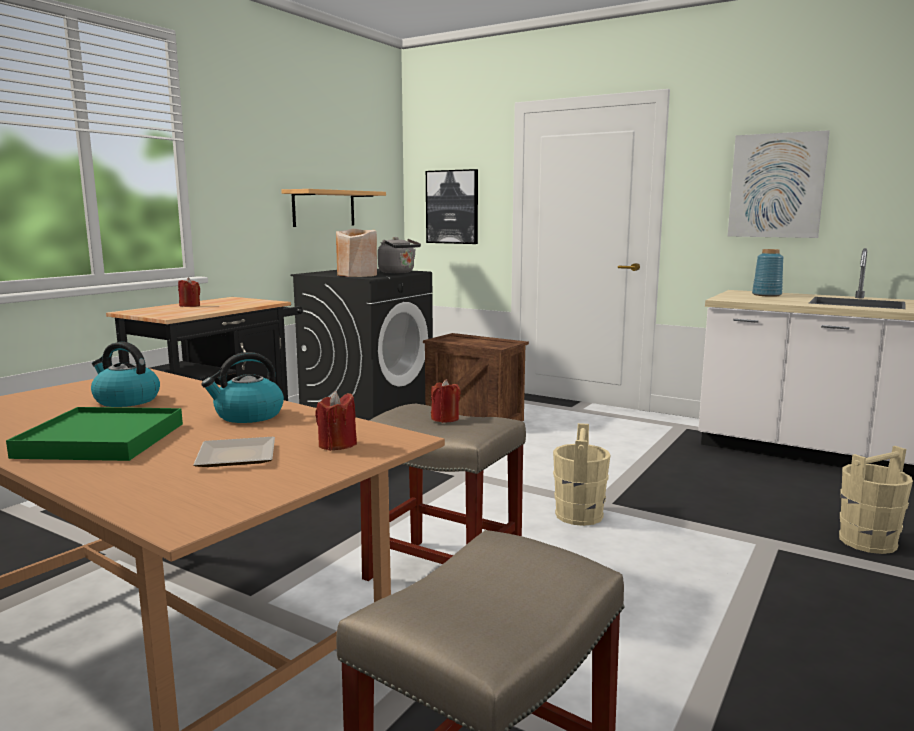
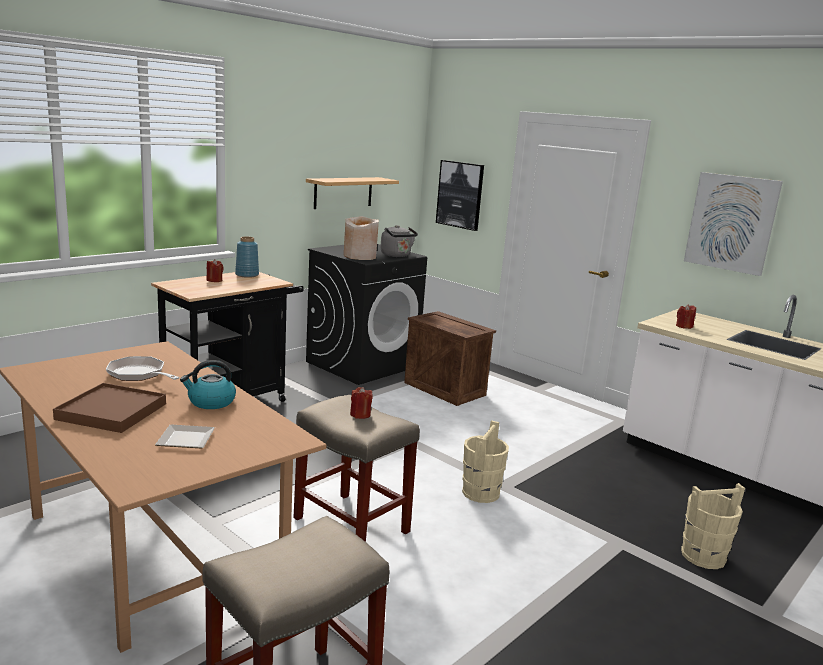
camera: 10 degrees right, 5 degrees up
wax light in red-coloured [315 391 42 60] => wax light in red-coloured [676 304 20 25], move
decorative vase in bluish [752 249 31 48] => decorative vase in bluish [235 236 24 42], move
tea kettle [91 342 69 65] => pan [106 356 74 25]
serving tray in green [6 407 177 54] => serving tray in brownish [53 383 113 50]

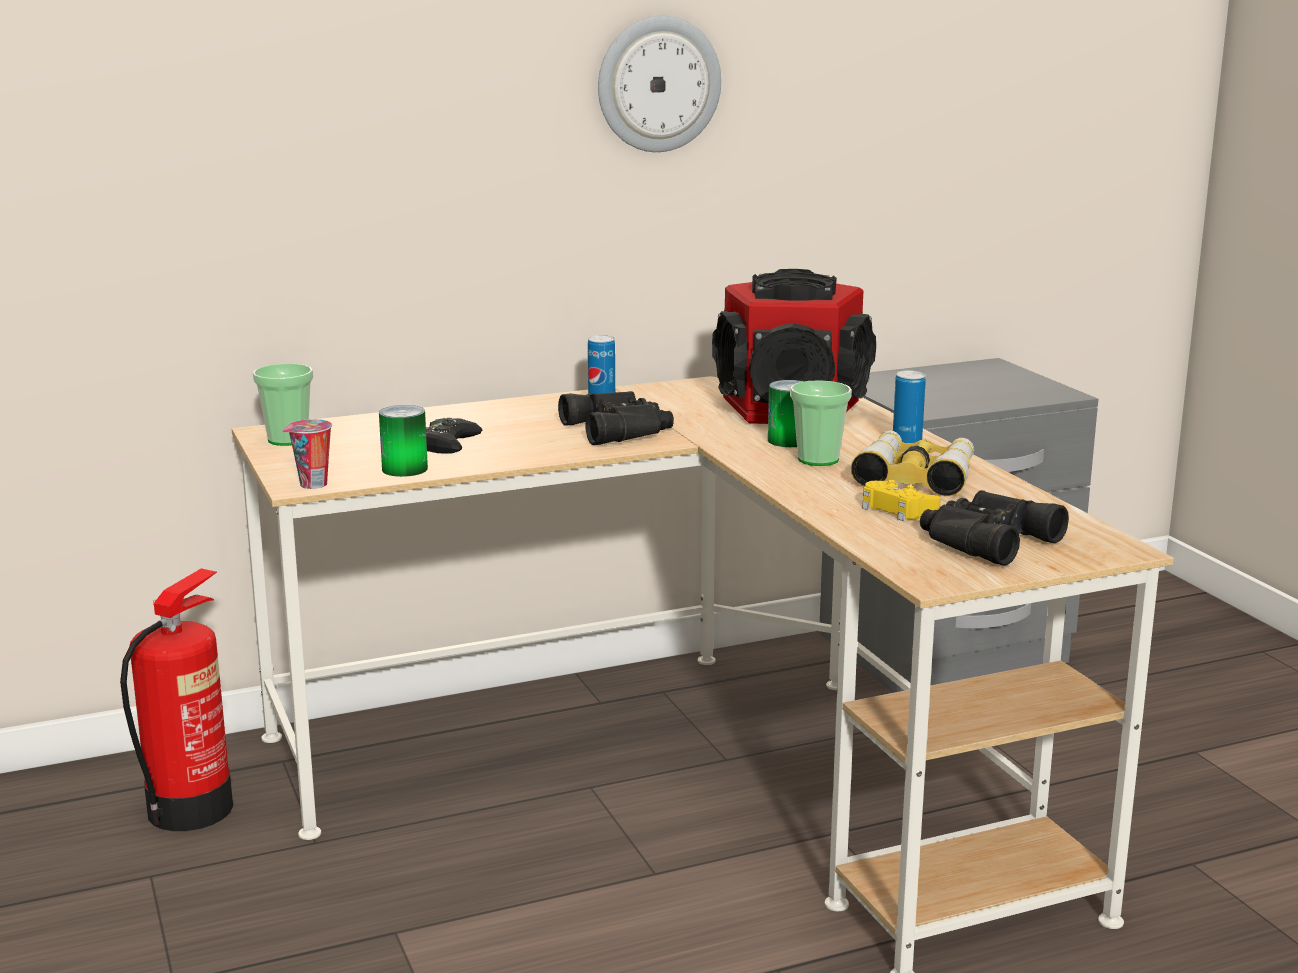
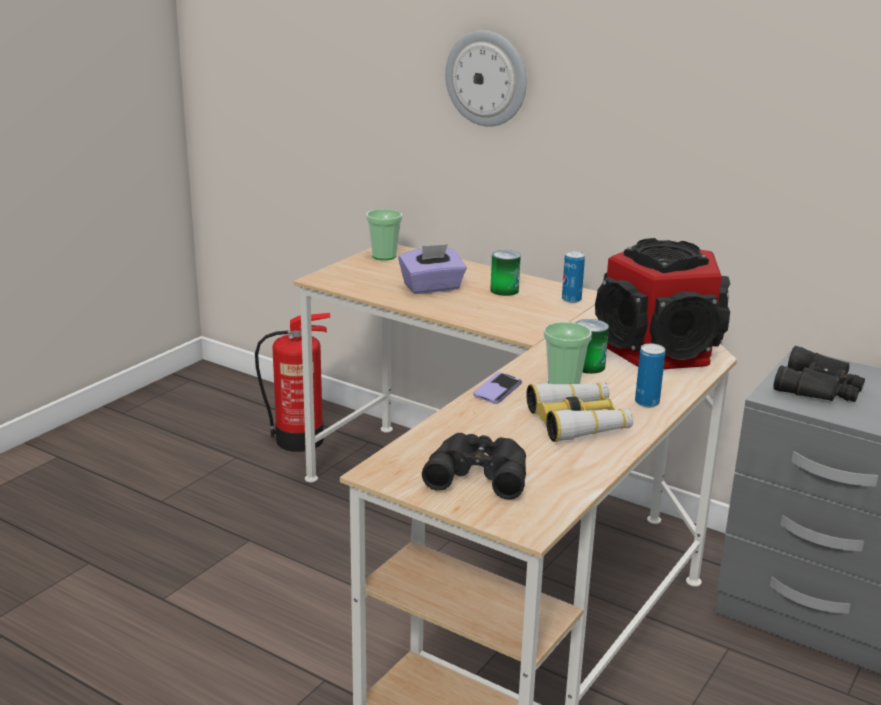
camera: 55 degrees right, 5 degrees up
small cup [282 419 50 70] => nothing
joypad in yellow-coloured [862 480 79 41] => nothing
nothing => telephone [473 372 49 32]
sealed can [379 405 49 72] => sealed can [490 250 31 46], move
pair of binoculars in black-coloured [558 391 116 54] => pair of binoculars in black-coloured [773 346 92 56], move
wall clock [598 16 123 136] => wall clock [445 30 82 97], move
joypad in black-coloured [426 418 57 36] => box of tissues in purple [398 244 69 50]

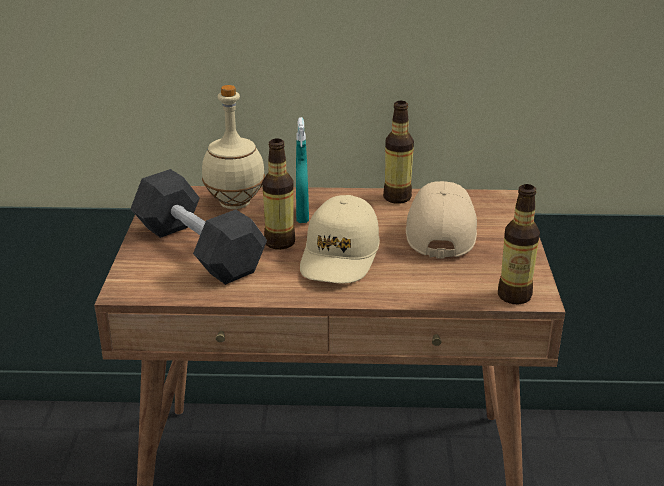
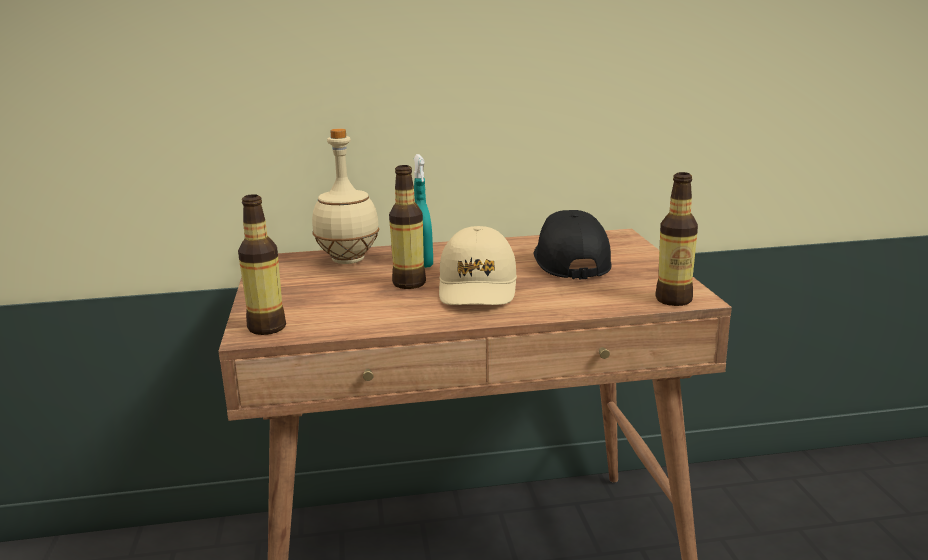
camera: 10 degrees left, 10 degrees down
dumbbell in black-coloured [130 169 137 116] => nothing
bottle [383 101 31 103] => bottle [238 194 48 141], move
baseball cap in sand-coloured [406 181 71 78] => baseball cap in black-coloured [534 210 78 69]

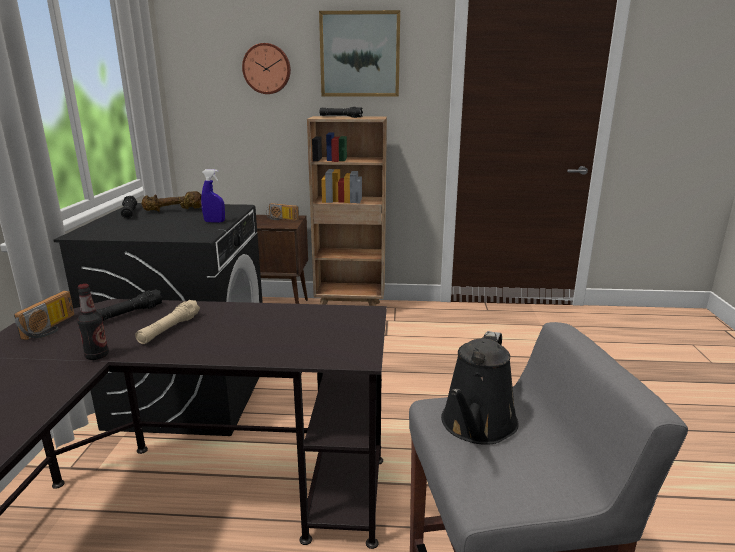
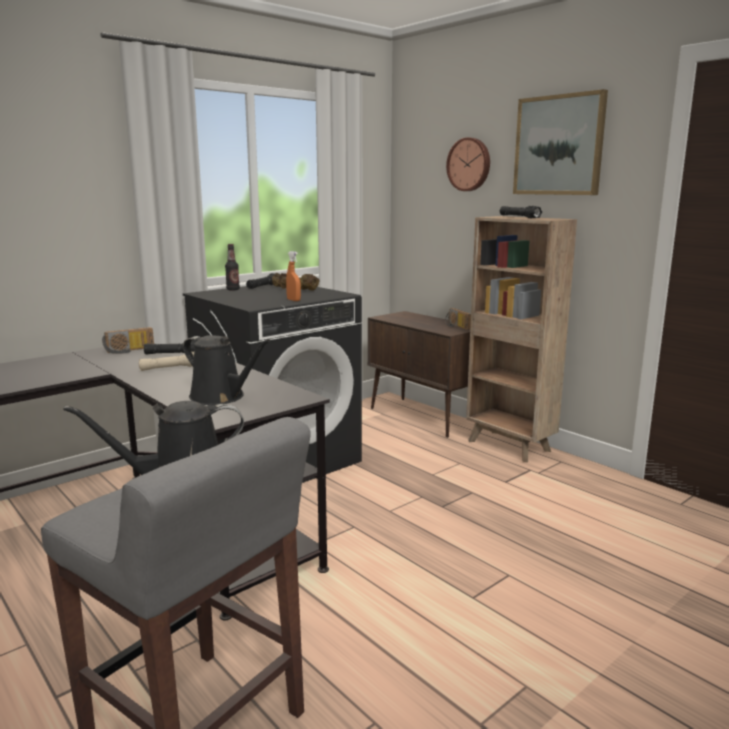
camera: 45 degrees right, 5 degrees down
nothing => watering pot in black-coloured [183 335 88 70]
bottle [77 284 32 76] => bottle [225 244 15 47], move
sprayer in bluish [201 169 24 54] => sprayer in orange [286 251 15 50]

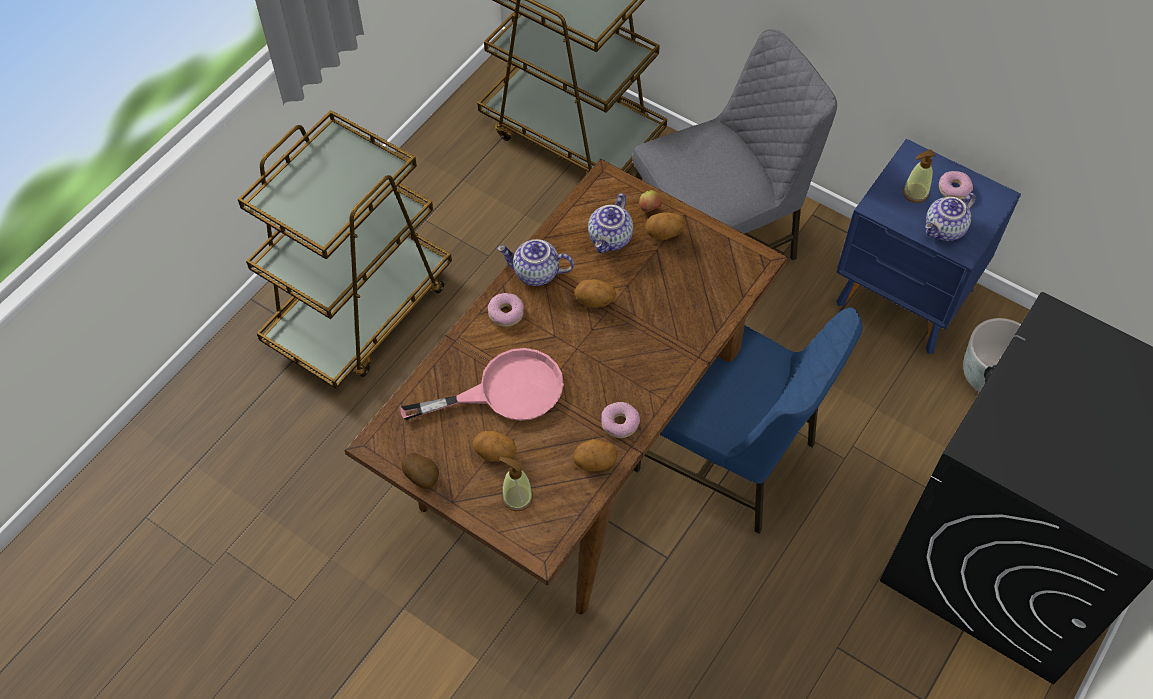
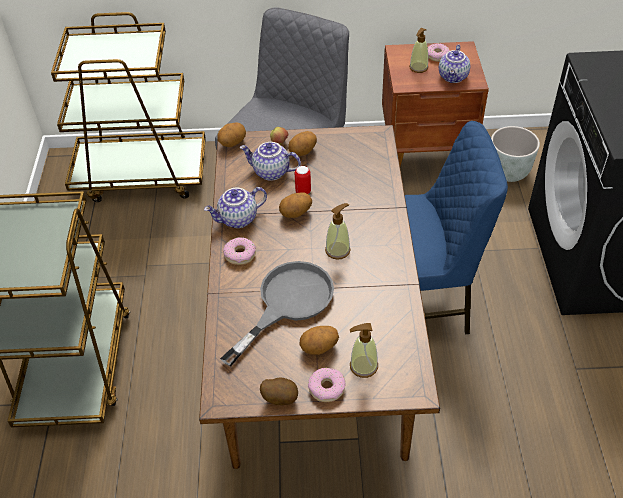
camera: 35 degrees left, 10 degrees down
nothing => sealed can [295 166 16 28]
nothing => soap dispenser [325 203 25 57]
whole potato [573 439 45 32] => whole potato [217 122 29 25], move
doughnut [601 402 39 36] => doughnut [308 368 38 34], move
pan in pink [400 348 164 73] => pan in greyish [220 261 114 106]
night table in bluish [836 139 185 215] => night table in brownish [382 41 107 125]
teapot [588 193 45 60] => teapot [240 142 61 39], 120 degrees clockwise

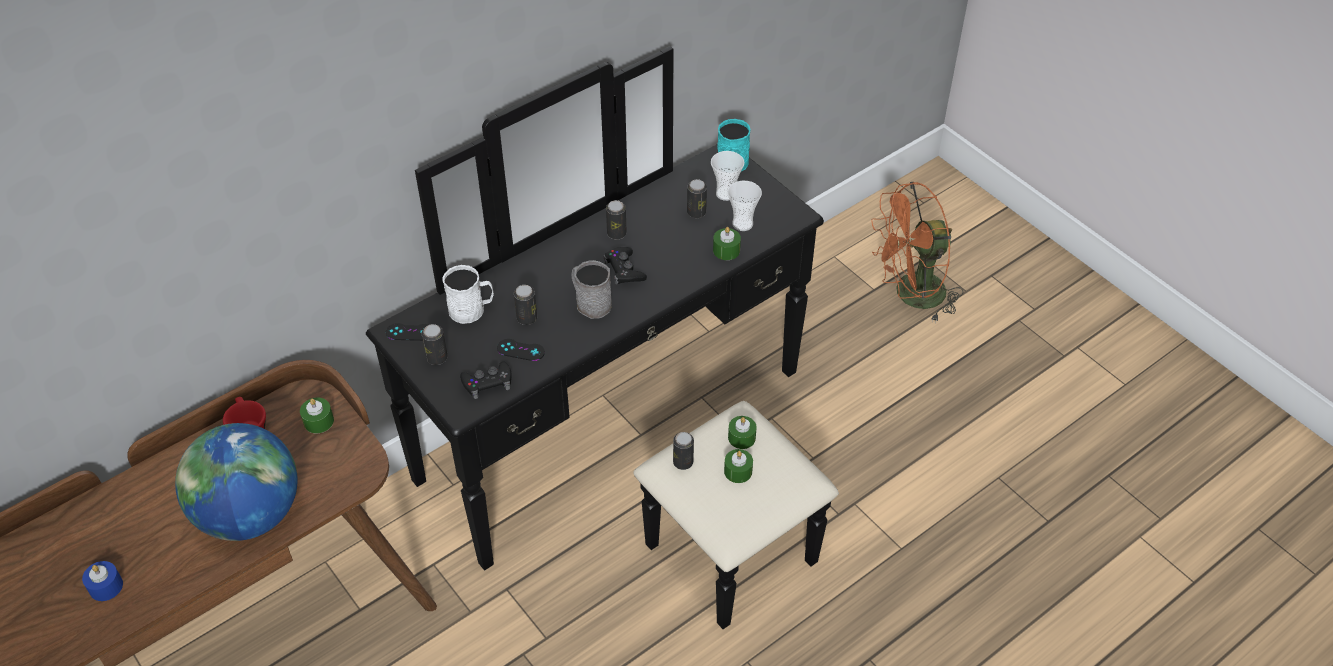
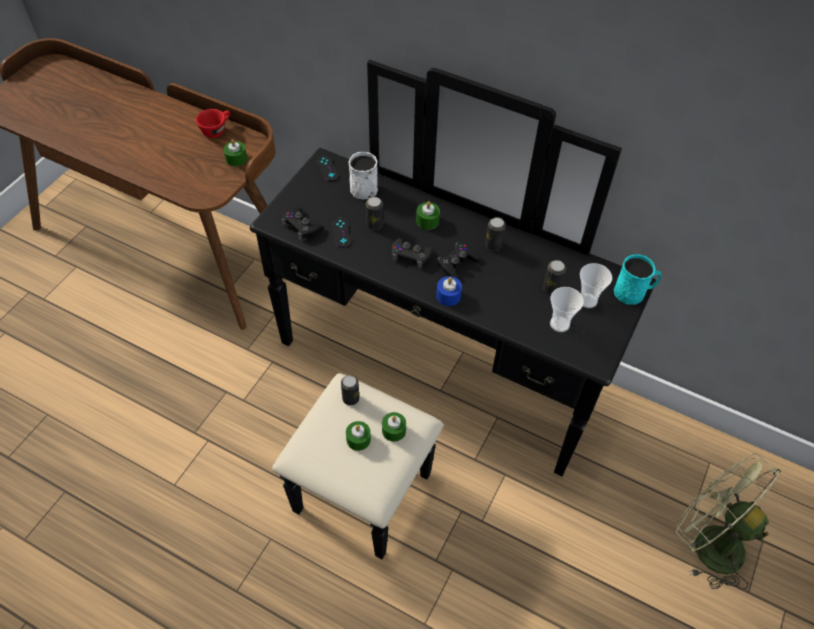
camera: 65 degrees right, 5 degrees up
globe [175 423 123 118] => nothing
sealed can [422 324 26 41] => nothing
wax light in bluish [82 561 41 40] => wax light in bluish [436 276 26 30], move
wax light in green [713 227 28 33] => wax light in green [416 201 24 29], move
coffee mug in greyish [572 260 40 59] => joypad in black-coloured [392 238 41 30]
cooling fan in orange [871 182 92 141] => cooling fan in green [676 453 105 137]

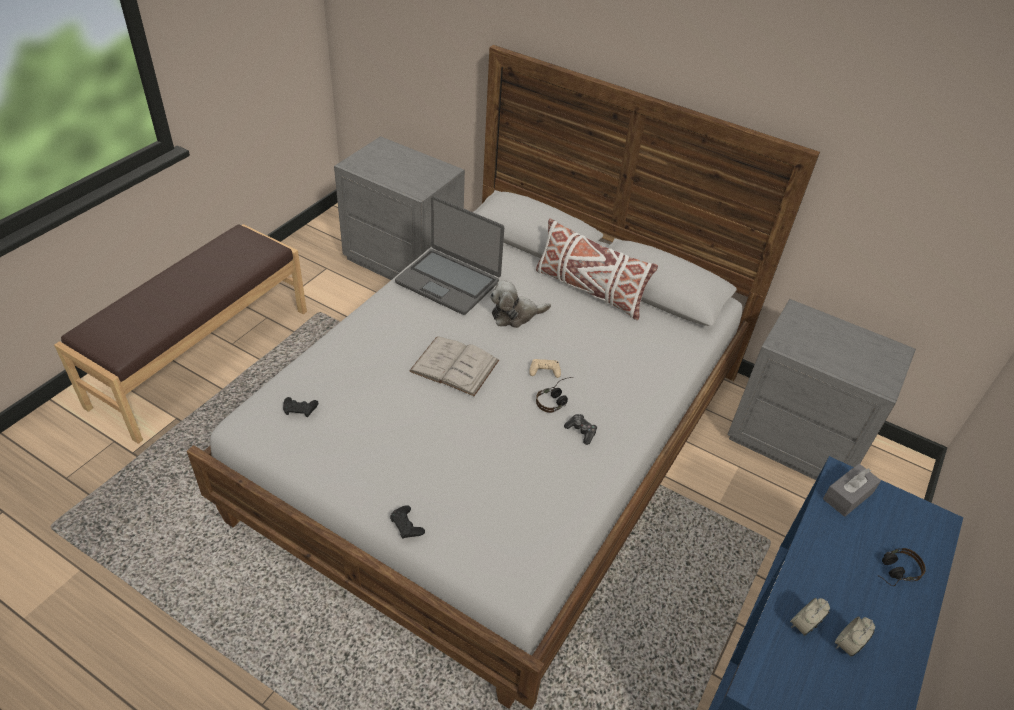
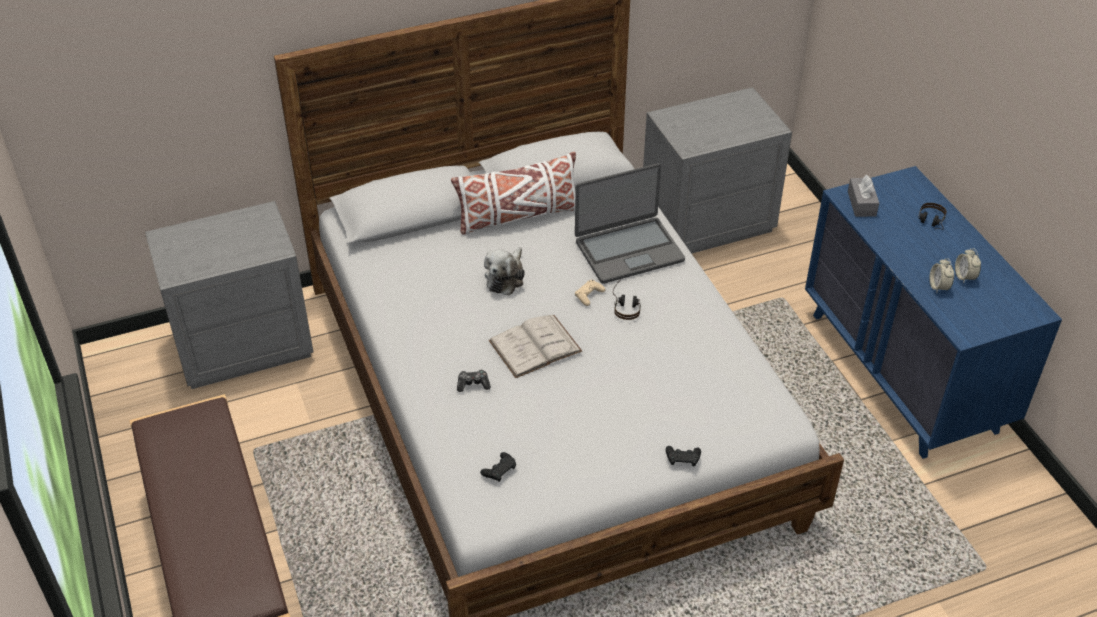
camera: 50 degrees left, 0 degrees up
portable computer [395 196 109 119] => portable computer [575 163 110 121], move
joypad [564 414 33 31] => joypad [457 369 34 23], move

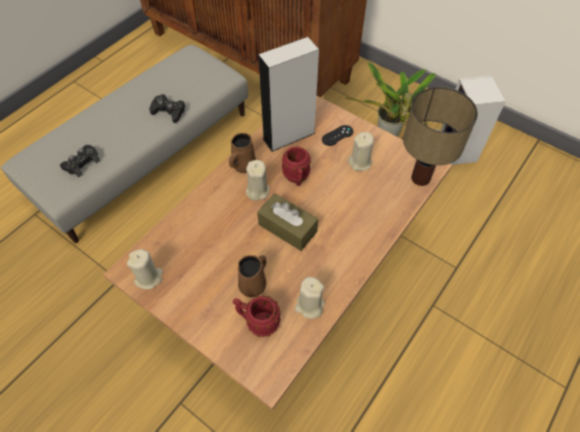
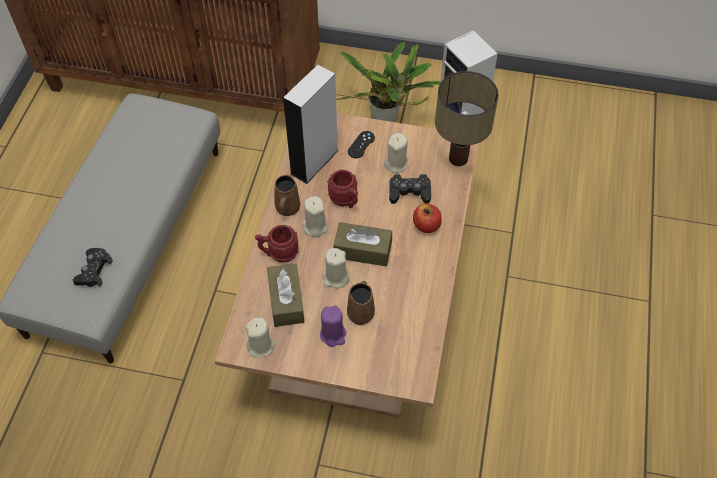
camera: 25 degrees left, 0 degrees up
nothing => box of tissues in brownish [267 263 37 64]
nothing => wax light in purple [320 306 26 41]
nothing => whole apple [413 203 29 30]
joypad in black-coloured [149 94 36 29] => joypad in black-coloured [389 174 42 30], move
coffee mug in red-coloured [233 296 48 41] => coffee mug in red-coloured [255 225 44 38], move
wax light in sand-coloured [295 277 30 42] => wax light in sand-coloured [323 248 27 40], move

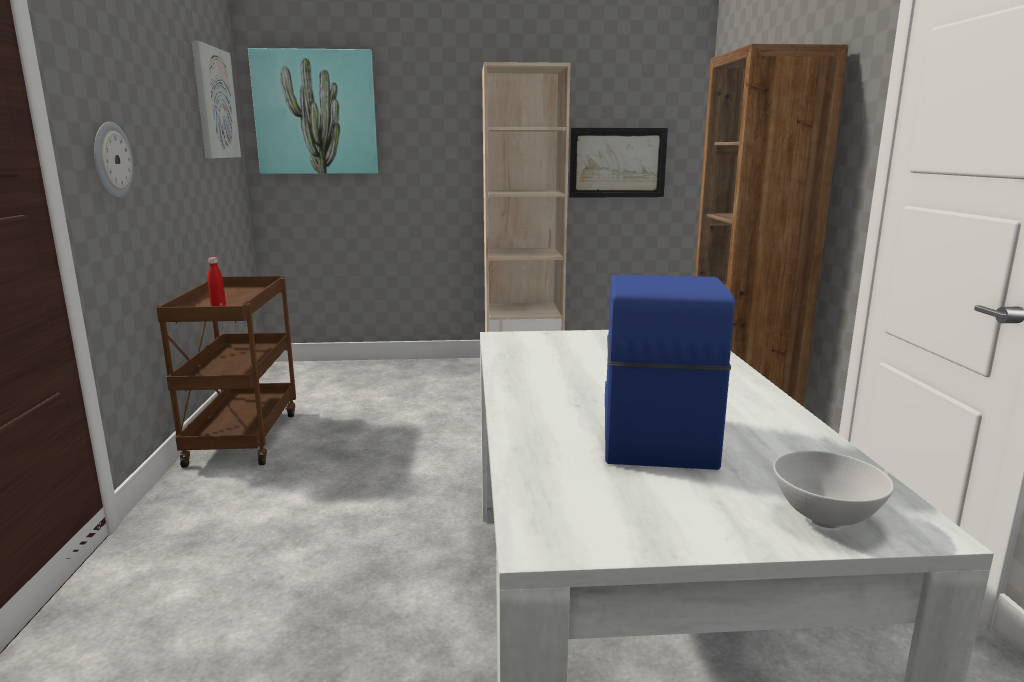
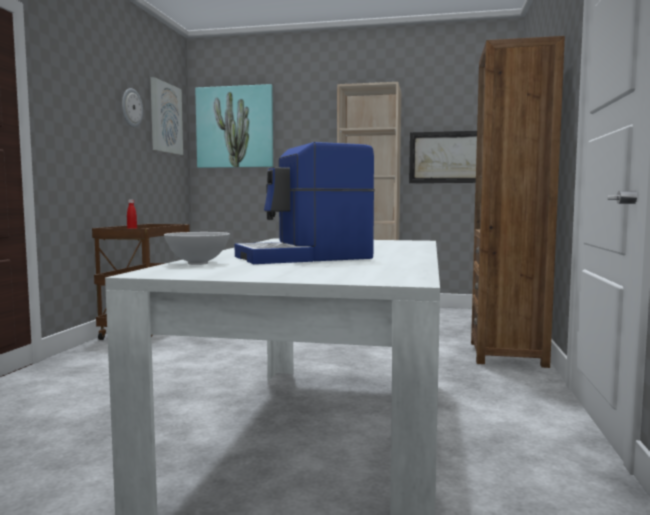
camera: 15 degrees right, 10 degrees down
wall clock [94 122 39 76] => wall clock [122 88 21 39], move
bowl in whitish [773 451 121 77] => bowl in whitish [164 232 66 33], move
coffee machine [605 275 130 195] => coffee machine [235 142 140 122], 135 degrees counterclockwise

